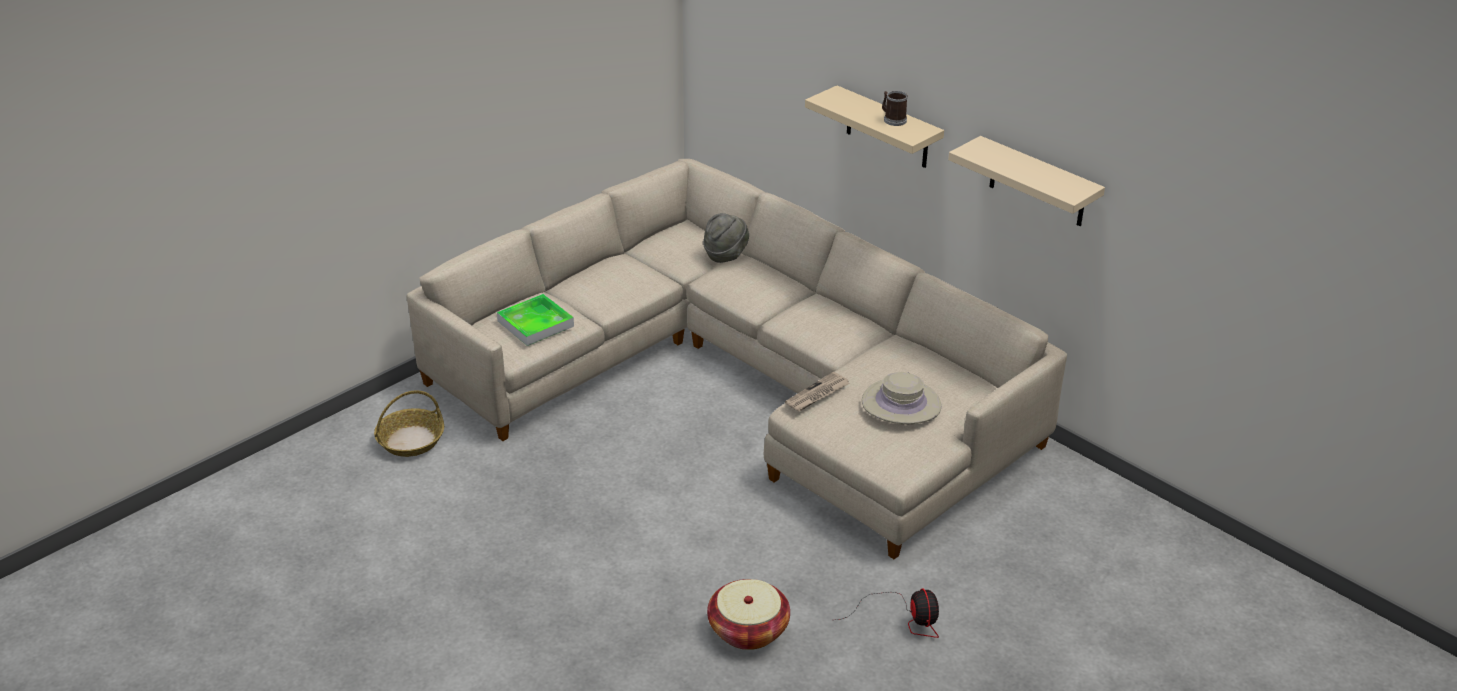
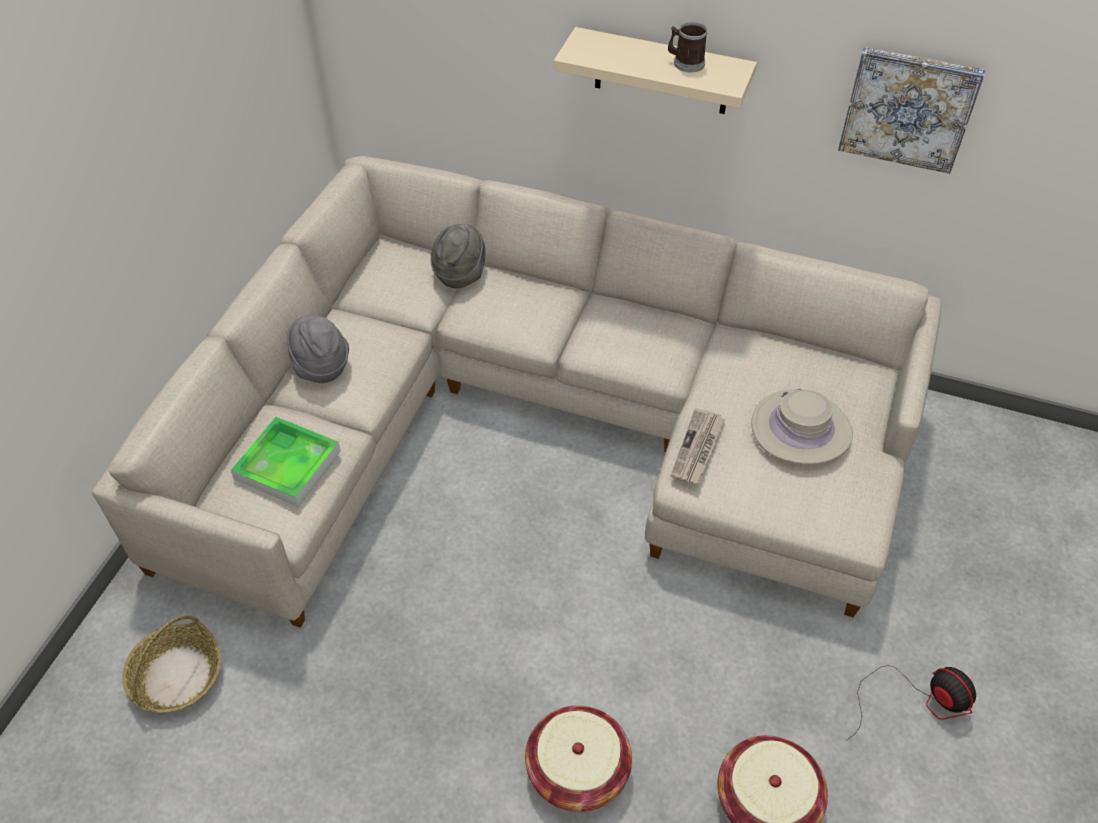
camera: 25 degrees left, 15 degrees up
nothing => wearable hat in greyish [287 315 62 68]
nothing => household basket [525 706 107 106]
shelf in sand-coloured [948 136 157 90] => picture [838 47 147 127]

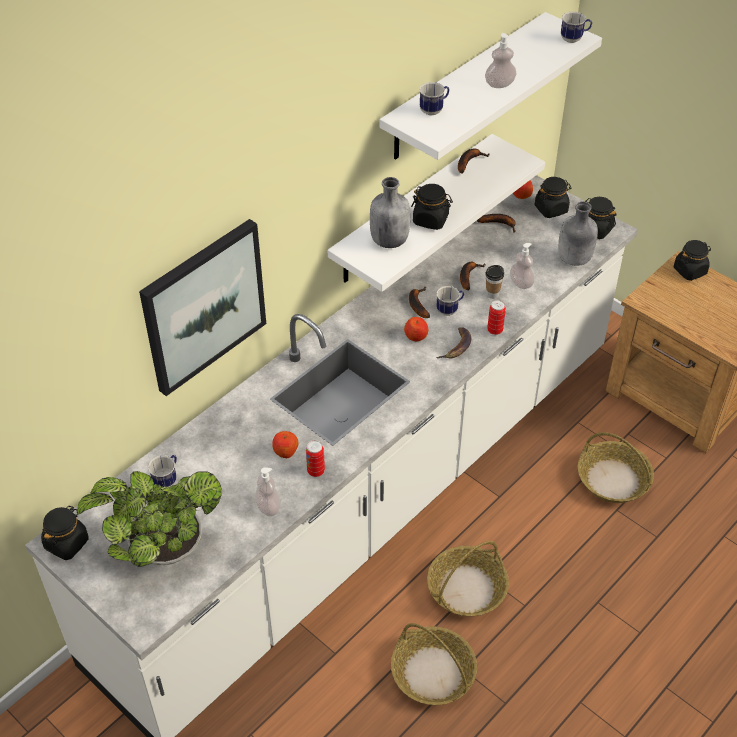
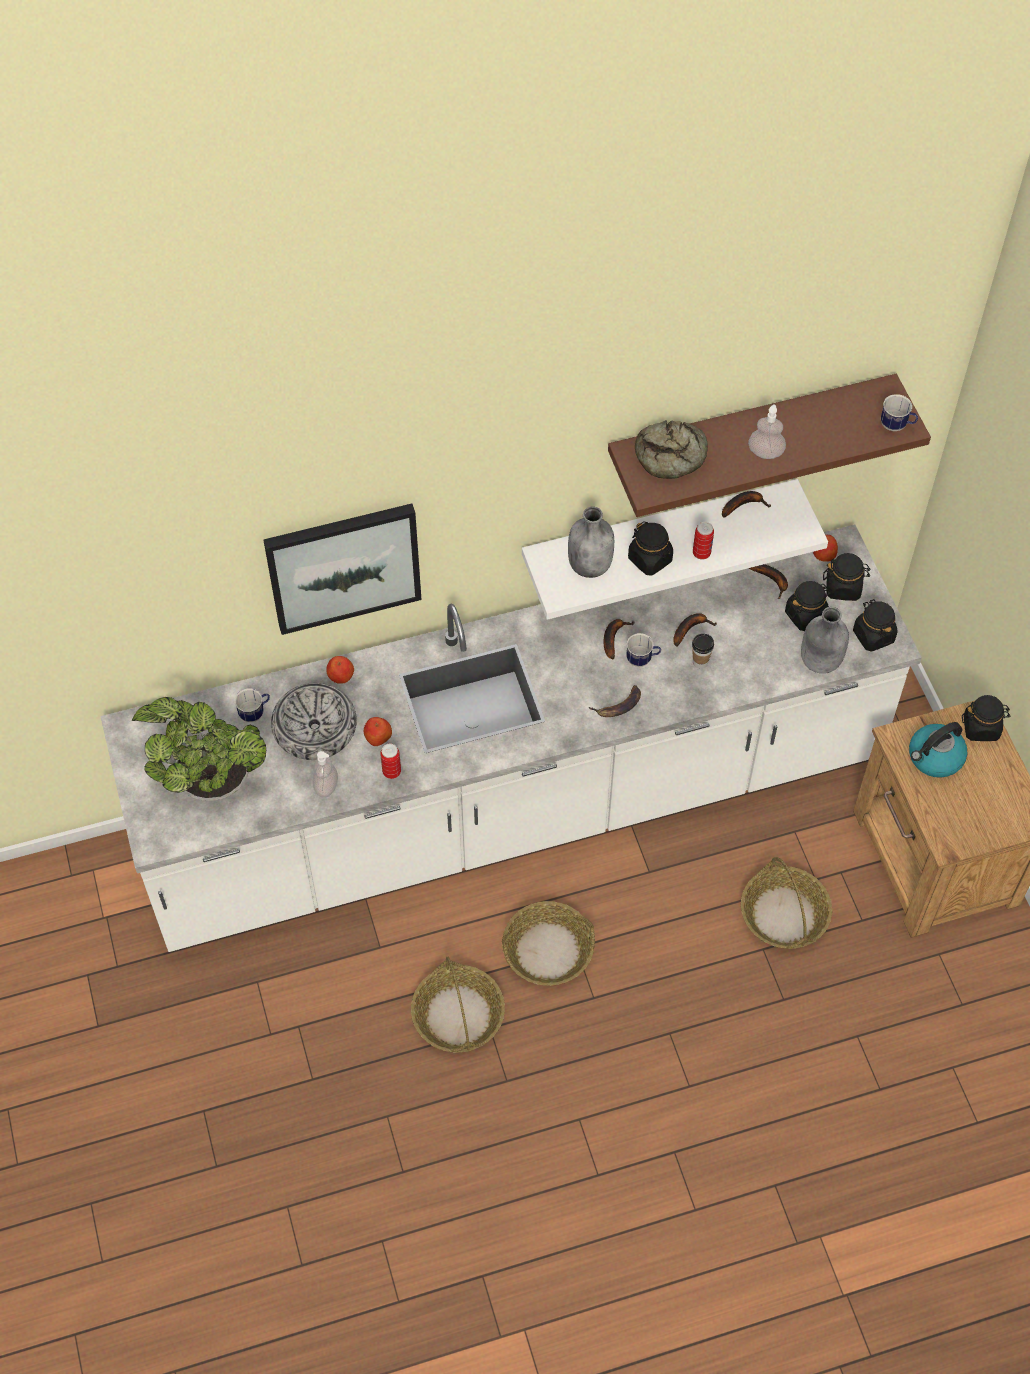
camera: 30 degrees right, 10 degrees up
soap dispenser [510 243 24 46] => nothing
nothing => bowl [271 683 86 77]
nothing => tea kettle [909 722 58 56]
preserve jar in black-coloured [41 506 48 54] => preserve jar in black-coloured [785 581 46 50], move
whole apple [404 317 24 24] => whole apple [326 656 28 28], move
sealed can [487 300 19 35] => sealed can [693 522 21 38], move
coffee mug [419 82 30 33] => baked bread [635 420 73 59]
shelf in whitish [380 12 222 148] => shelf in brownish [608 374 323 143]

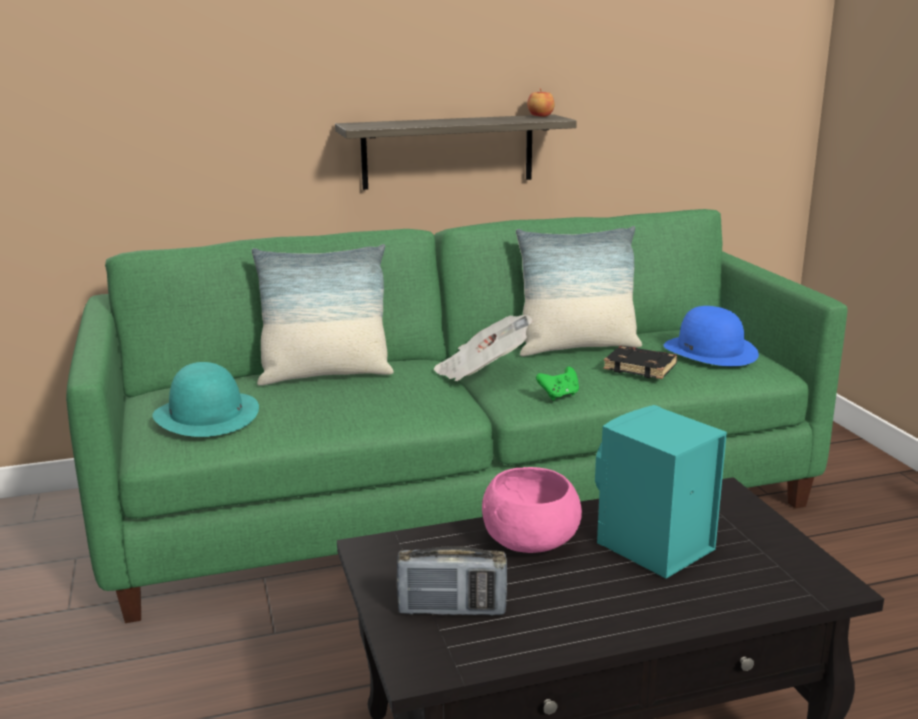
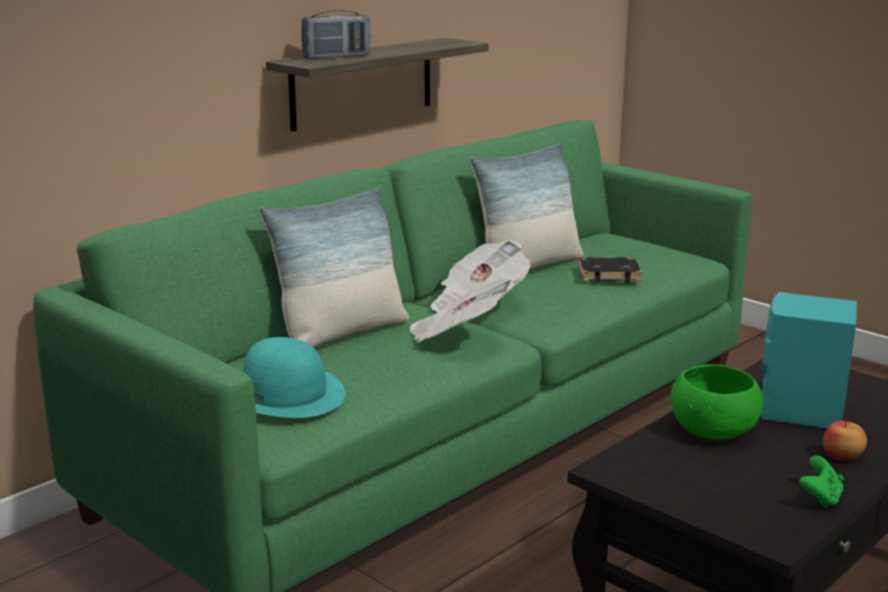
camera: 30 degrees left, 0 degrees up
wearable hat in bluish [664 306 95 60] => nothing
nothing => printed paper [409 278 105 65]
radio receiver [397 546 110 70] => radio receiver [301 10 69 49], move
whole apple [527 88 28 29] => whole apple [823 420 44 41], move
joypad in green [536 366 43 34] => joypad in green [799 455 45 54], move
bowl in pink [482 467 100 86] => bowl in green [671 364 92 76]

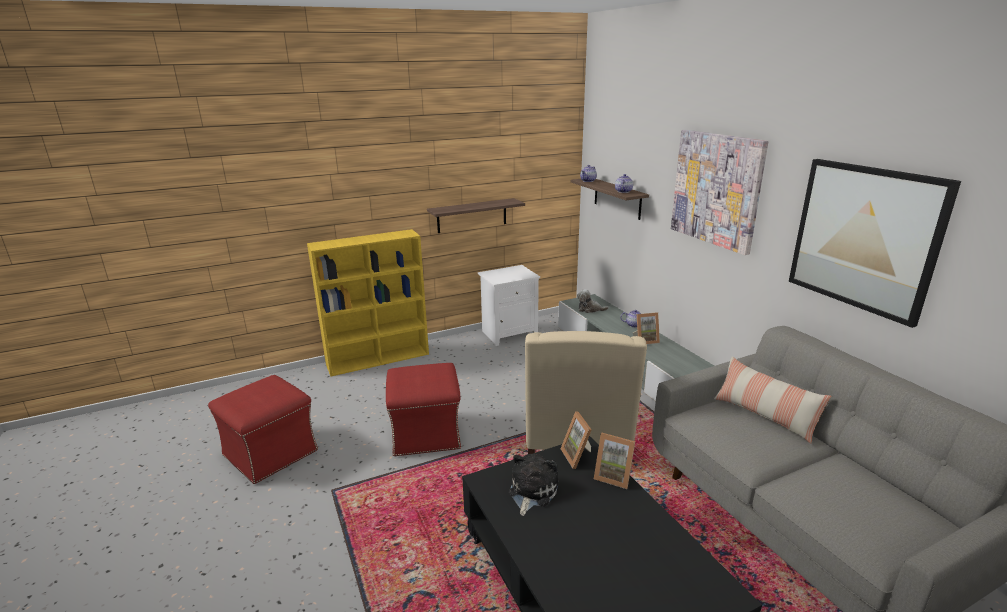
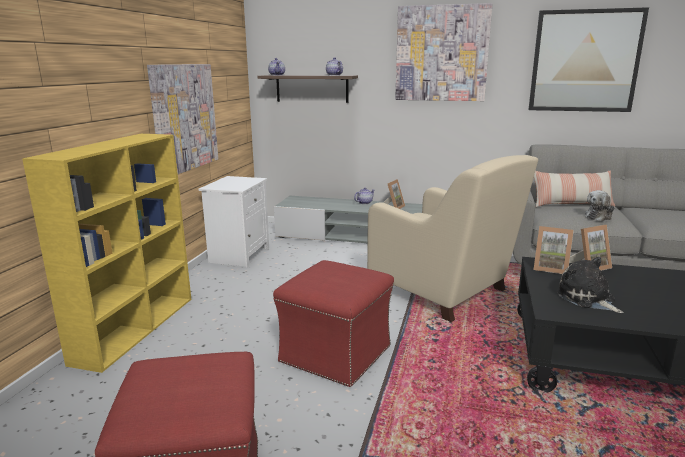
camera: 50 degrees left, 5 degrees down
cuddly toy [577 289 32 24] => cuddly toy [585 190 30 31], move
shelf [427 198 98 35] => picture [147 64 71 110]

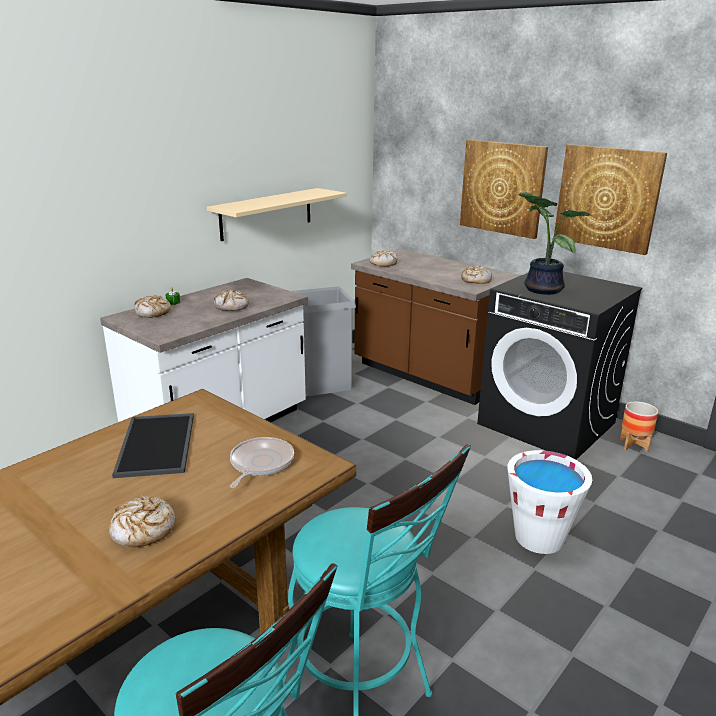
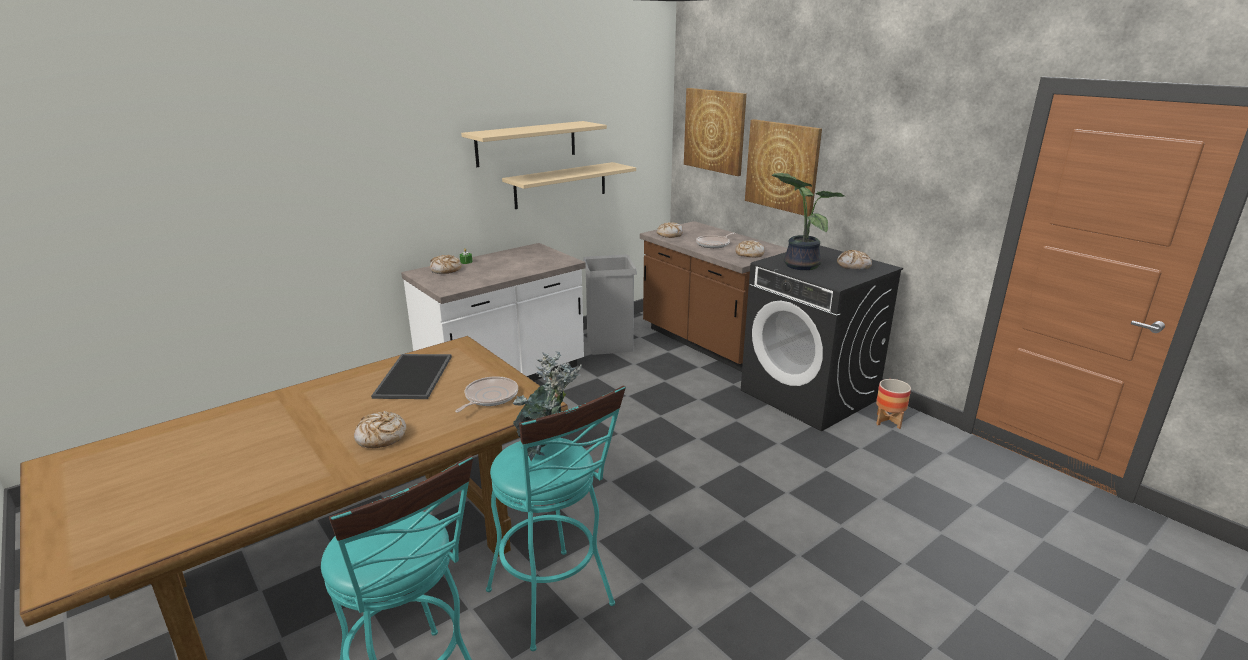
camera: 10 degrees right, 0 degrees up
pail in whitish [507 450 85 104] => nothing
nothing => shelf in sand-coloured [461 121 146 46]
nothing => houseplant [513 351 69 110]
nothing => pan [696 232 39 16]
baked bread [214 290 35 21] => baked bread [837 250 35 20], move
picture [554 144 113 111] => picture [684 88 63 88], move

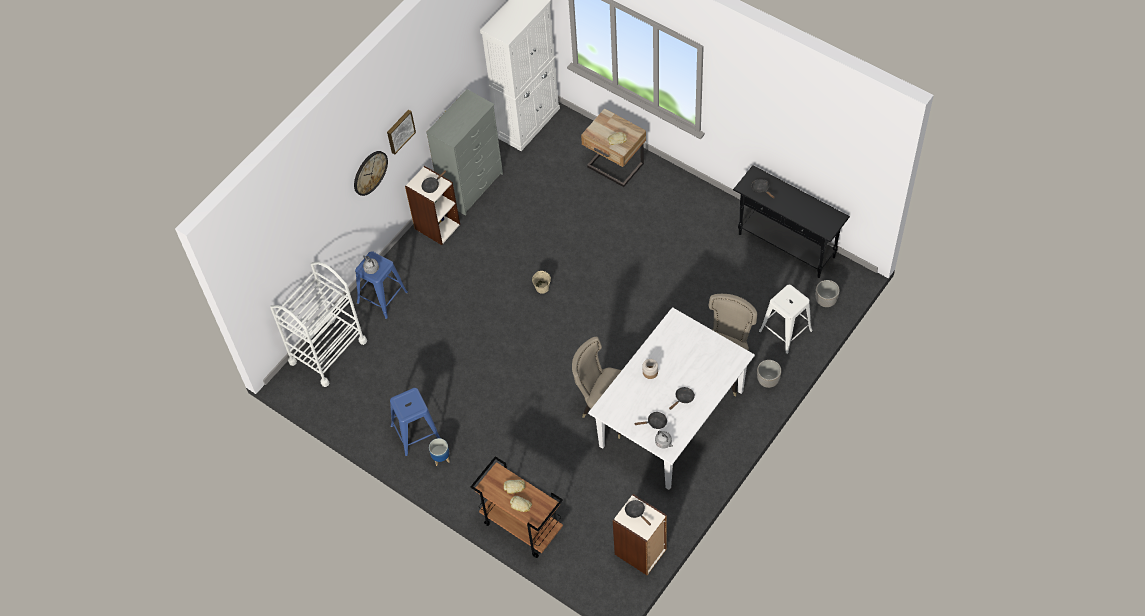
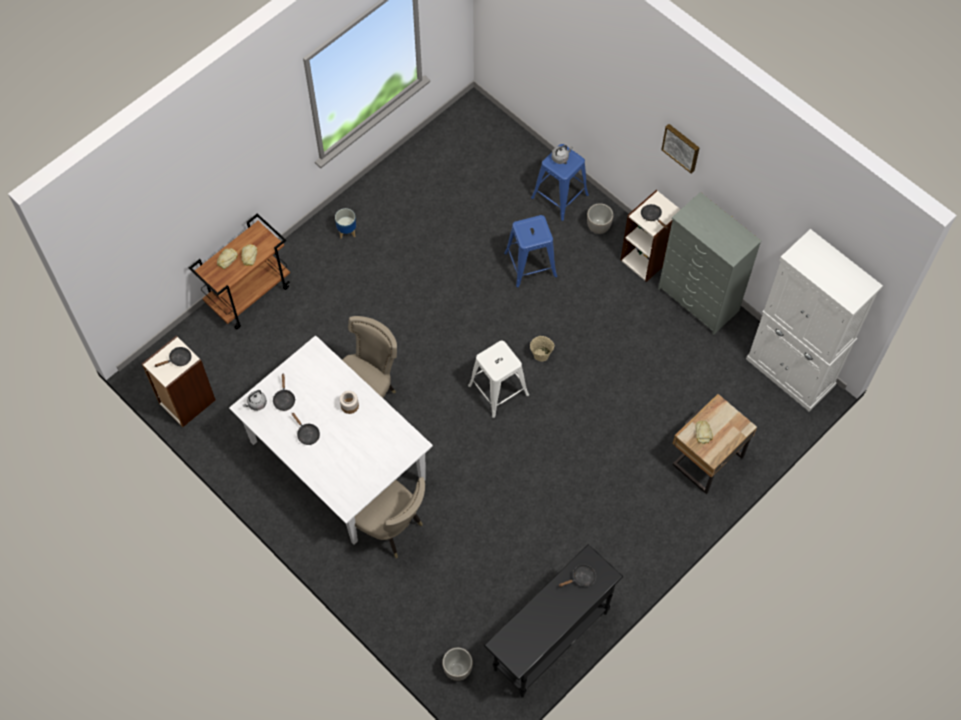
camera: 95 degrees right, 5 degrees up
wheeled cart in whitish [270 262 97 125] => nothing
wall clock [354 151 34 45] => nothing
stool in bluish [390 388 50 68] => stool in bluish [504 215 53 73], move
plant pot [757 360 25 28] => plant pot [587 203 26 31], move
stool in whitish [759 285 54 69] => stool in whitish [468 341 61 77], move

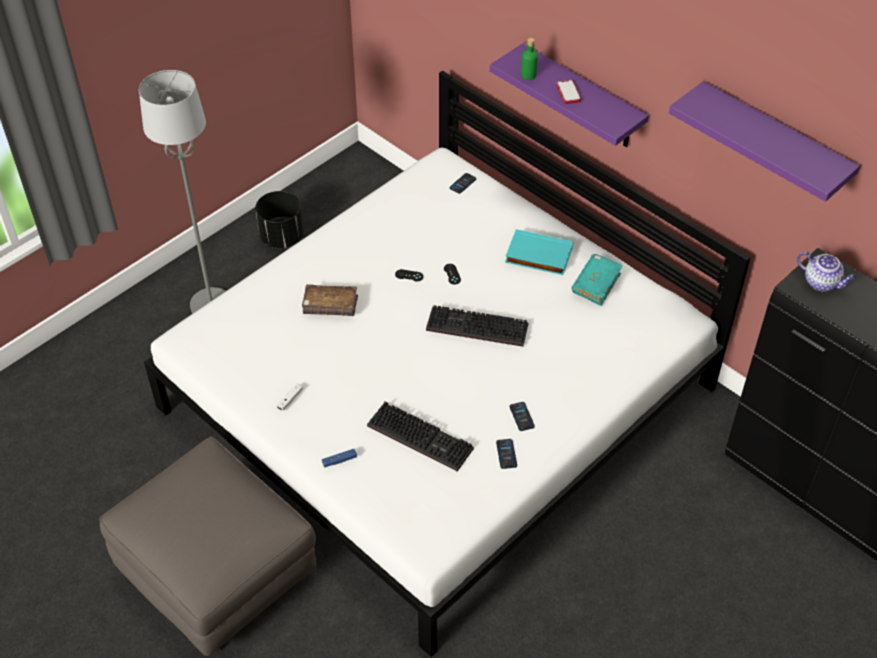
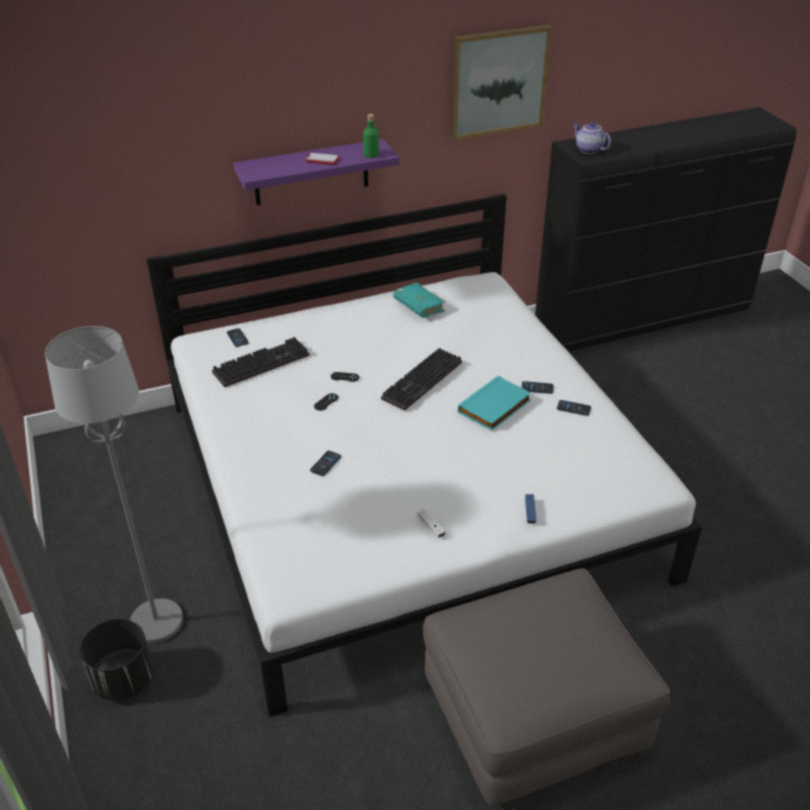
camera: 65 degrees left, 10 degrees down
plant pot in black-coloured [255 191 49 57] => plant pot in black-coloured [79 618 74 83], move
PC keyboard [367 402 107 69] => PC keyboard [212 337 98 50], move
book in blue-green [505 229 68 46] => book in blue-green [458 376 73 55], move
bottle in green [521 38 17 42] => bottle in green [363 114 16 44], move
book in brownish [302 284 56 32] => telephone [310 451 31 25]
shelf in purple [669 81 191 121] => picture [451 25 101 115]
teapot [797 252 59 39] => teapot [573 122 38 32], 105 degrees counterclockwise

